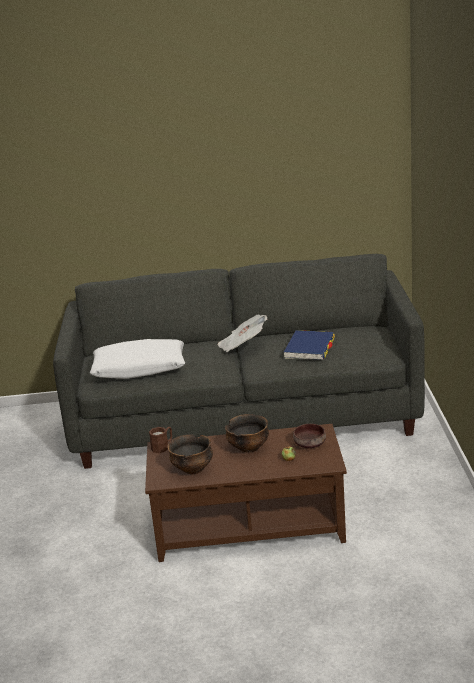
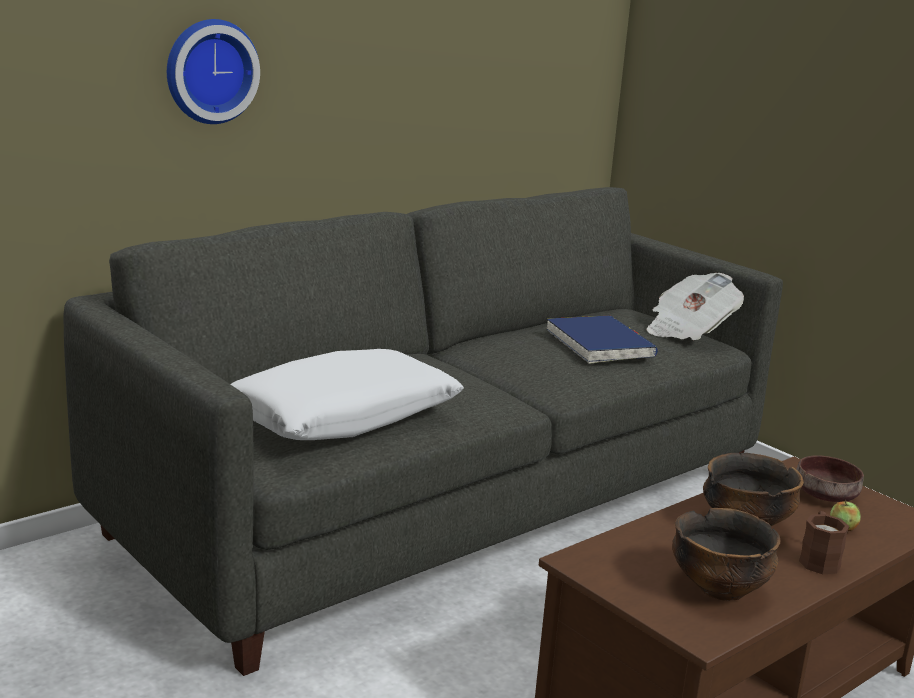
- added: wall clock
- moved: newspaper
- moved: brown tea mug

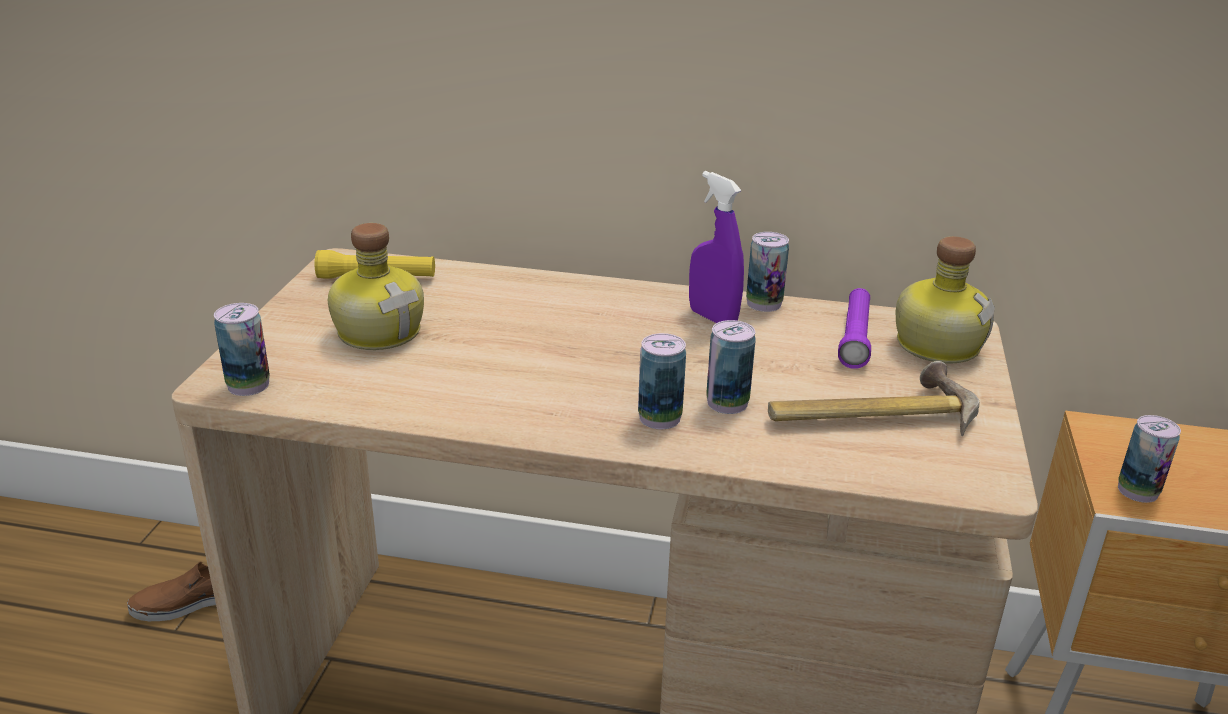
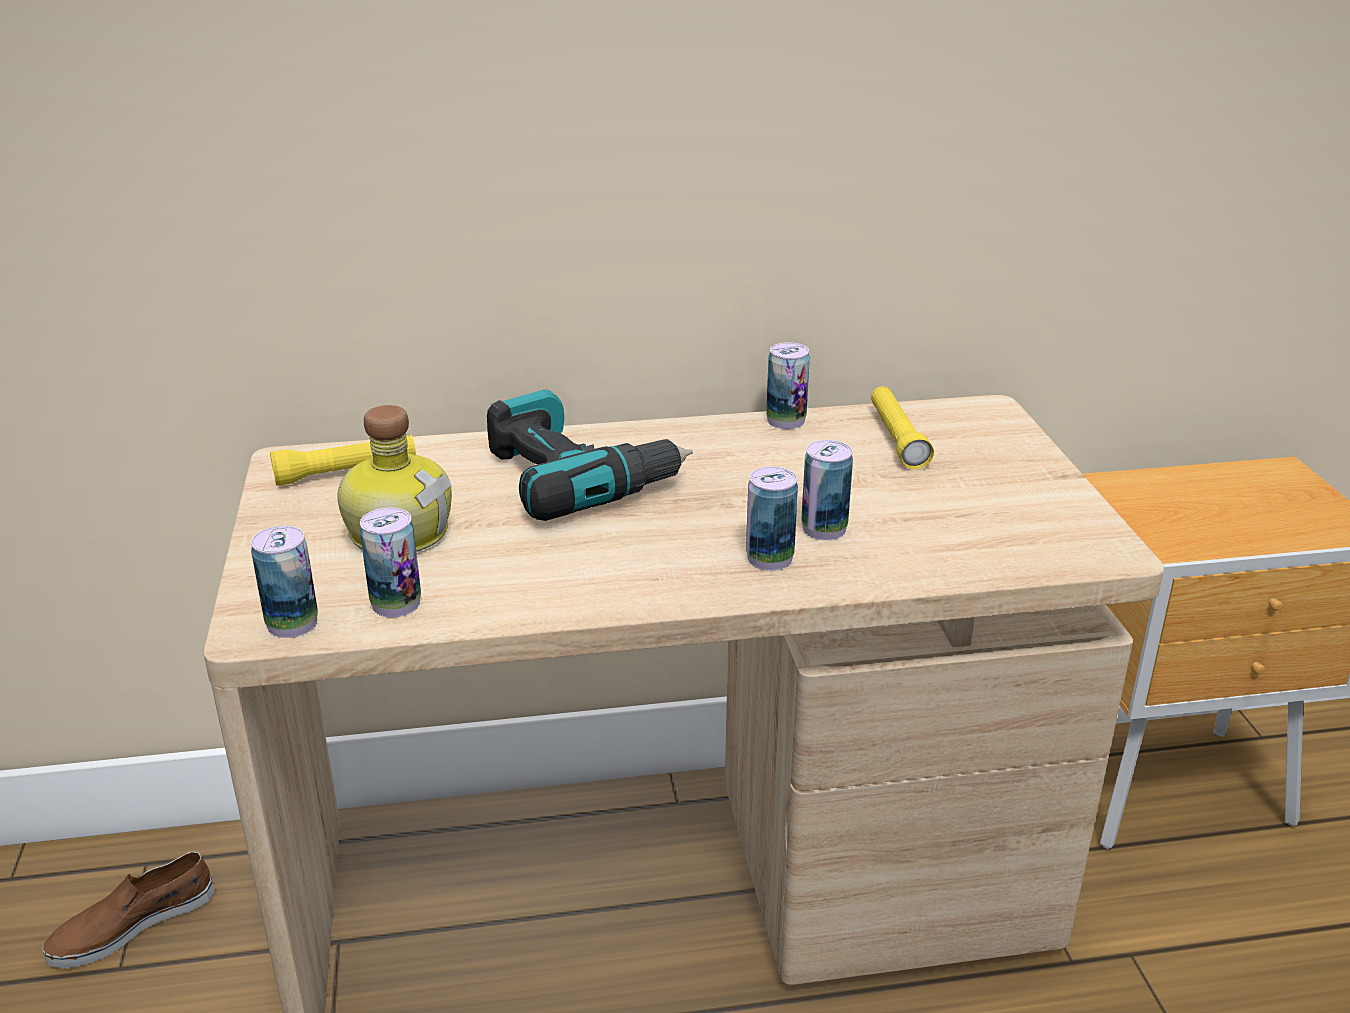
- moved: sealed can (5th from left in the first image) to sealed can (2nd from left)
- added: electric drill
- recoloured: purplish flashlight to yellow flashlight (2nd from left)
- removed: purplish hand sprayer
- removed: tool hammer
- removed: bottle (2nd from left)

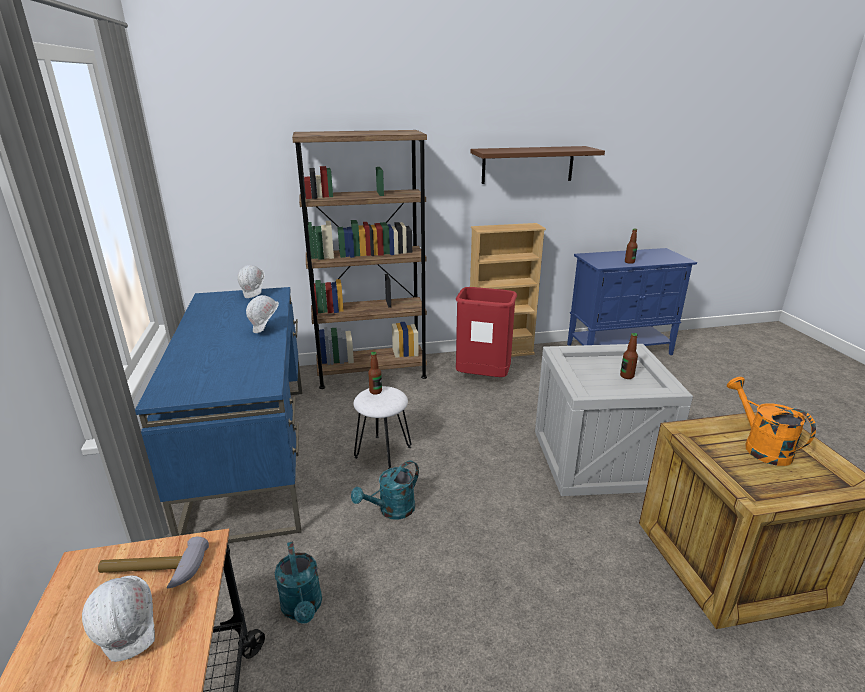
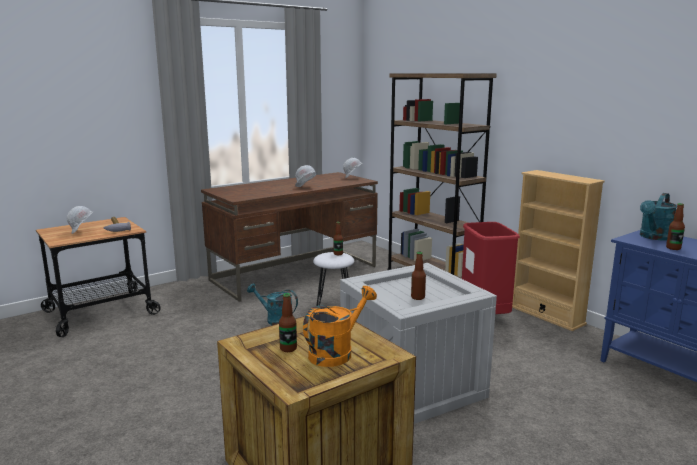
- recoloured: blue-coloured desk to brown desk
- added: bottle (1st from left)
- moved: turquoise-coloured sprinkling can (1st from left in the first image) to turquoise-coloured sprinkling can (2nd from left)
- removed: brown shelf

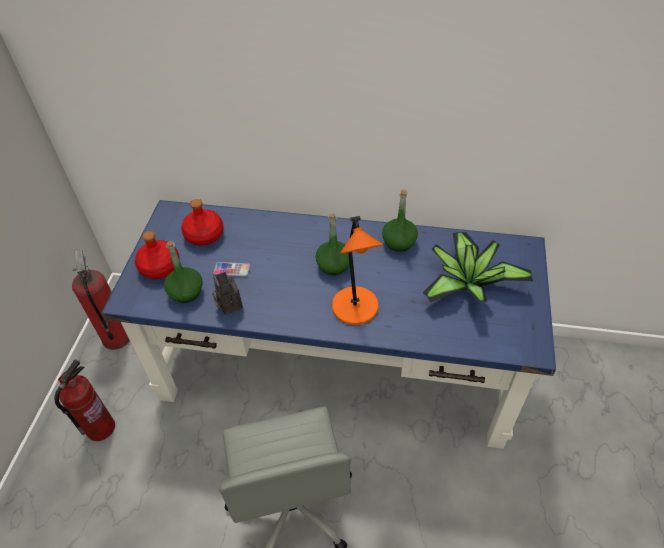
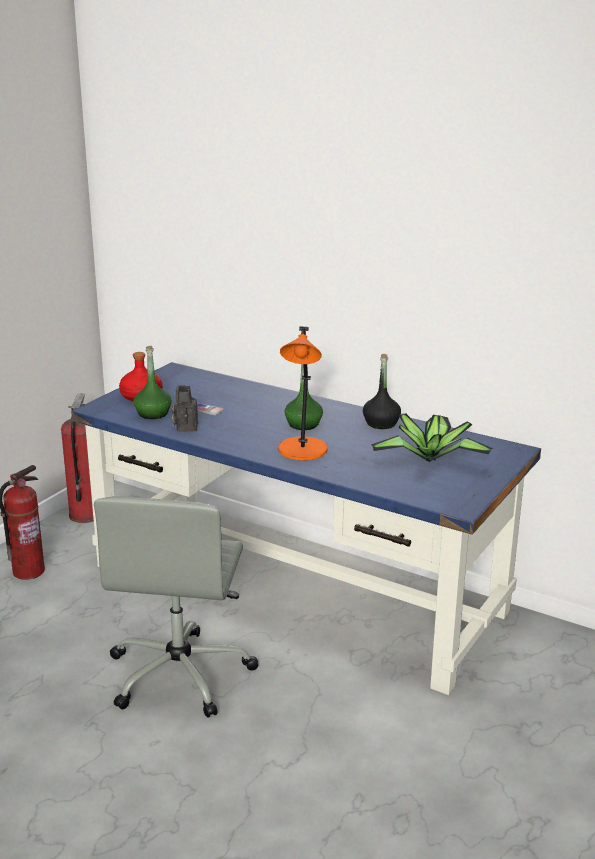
- recoloured: greenish bottle (3rd from left) to blackish bottle
- removed: reddish bottle (2nd from left)

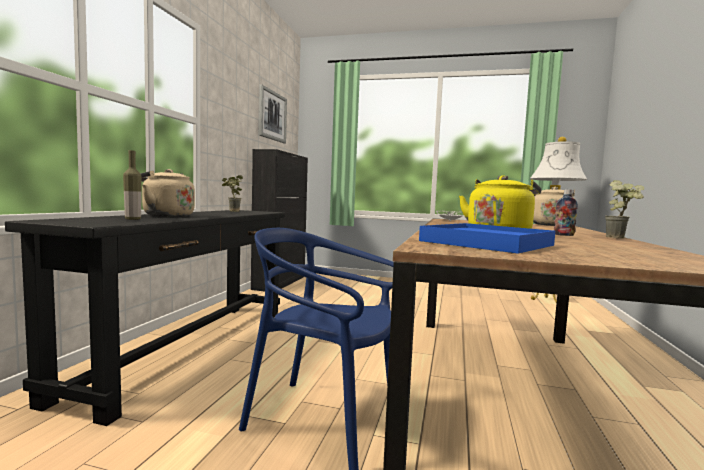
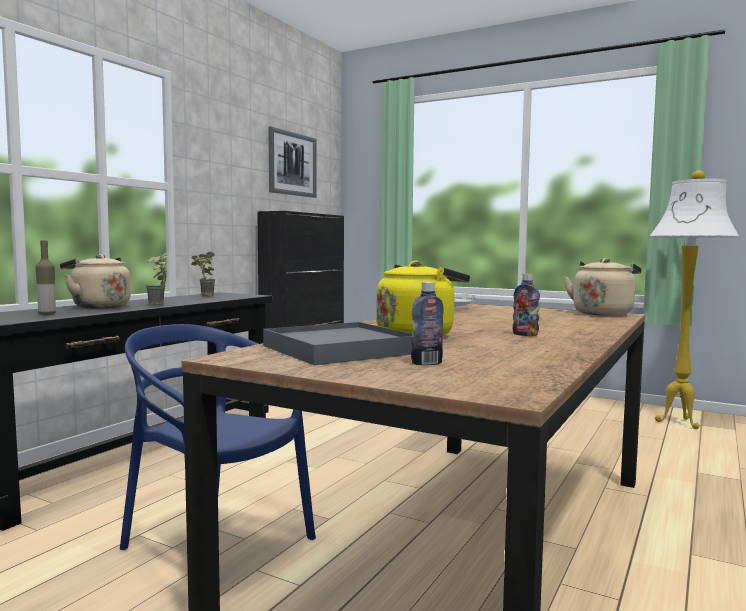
- moved: potted plant (2nd from left in the first image) to potted plant (1st from left)
- recoloured: blue-coloured carrying tray to grey carrying tray
- added: bottle (2nd from left)

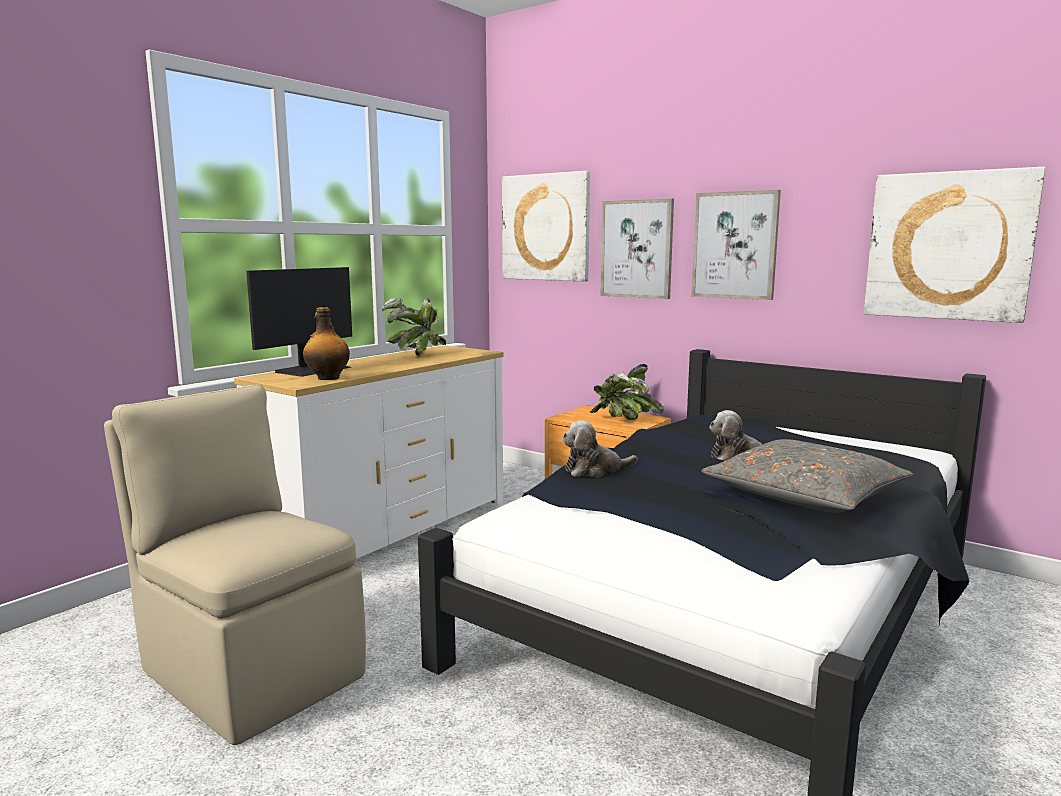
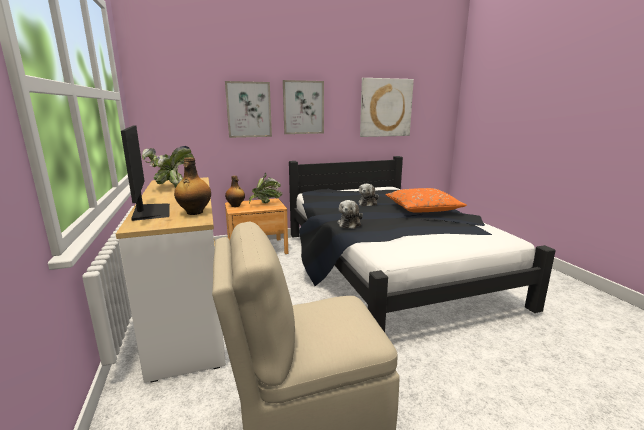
- added: bottle (2nd from left)
- recoloured: grey pillow to orangey pillow
- removed: picture (1st from left)

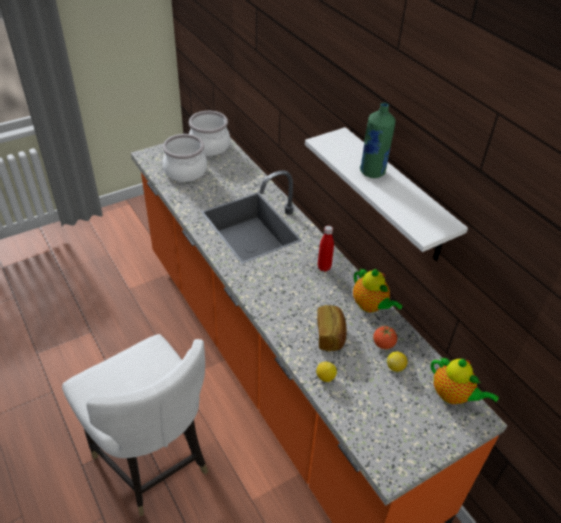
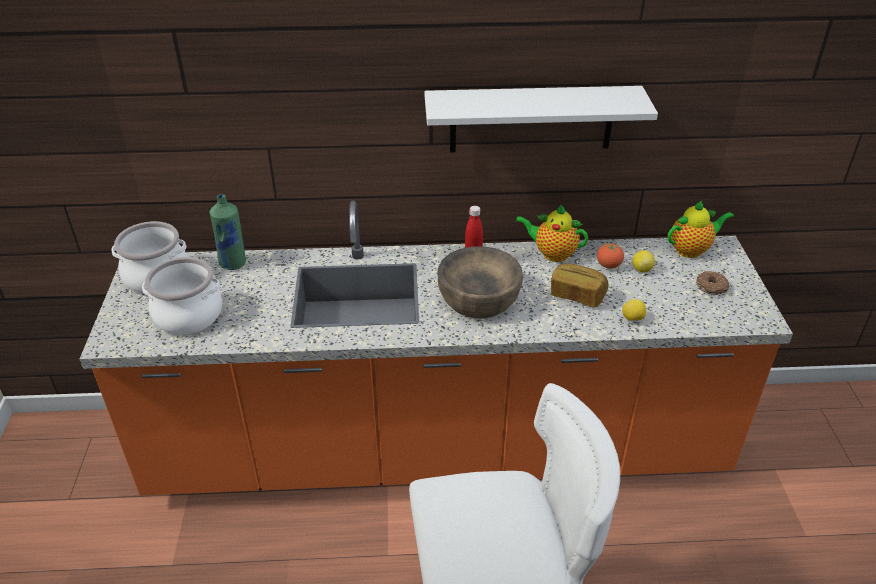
- moved: greenish bottle
- added: brown bowl
- turned: teapot (1st from left) 150 degrees counterclockwise
- added: doughnut

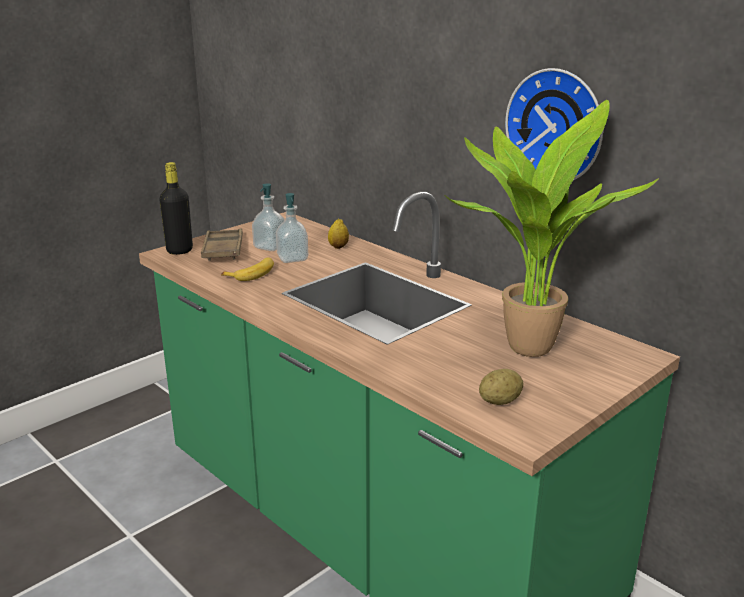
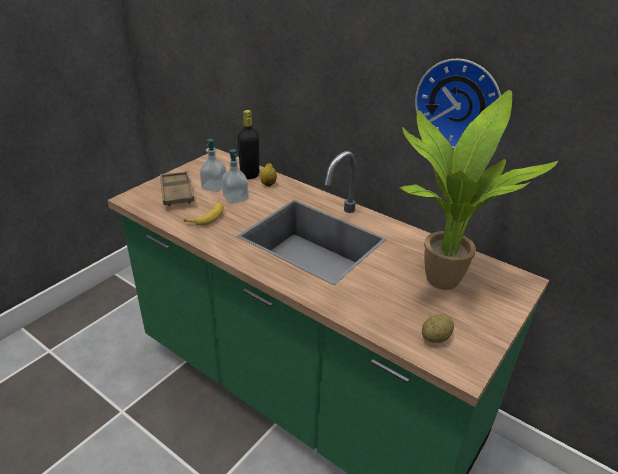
- moved: blackish bottle

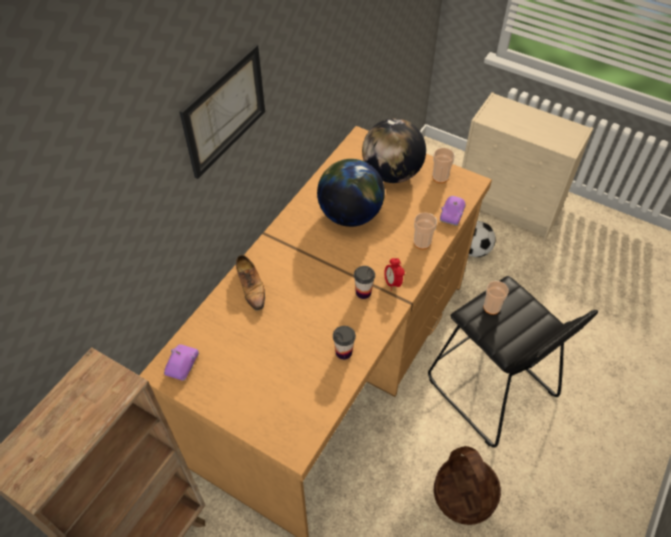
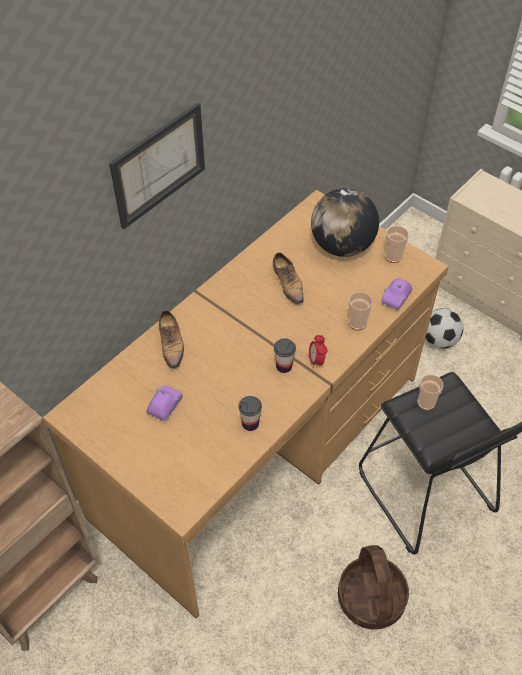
- moved: purplish toy car (1st from left)
- replaced: globe (1st from left) to low shoe (2nd from left)

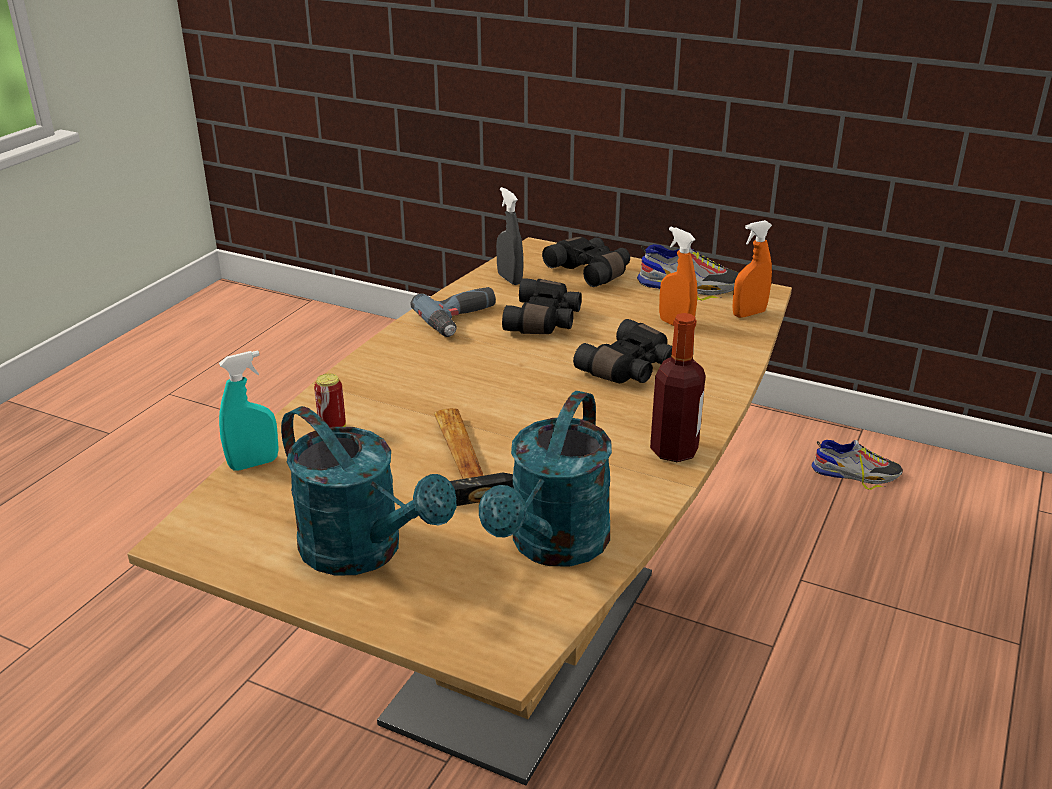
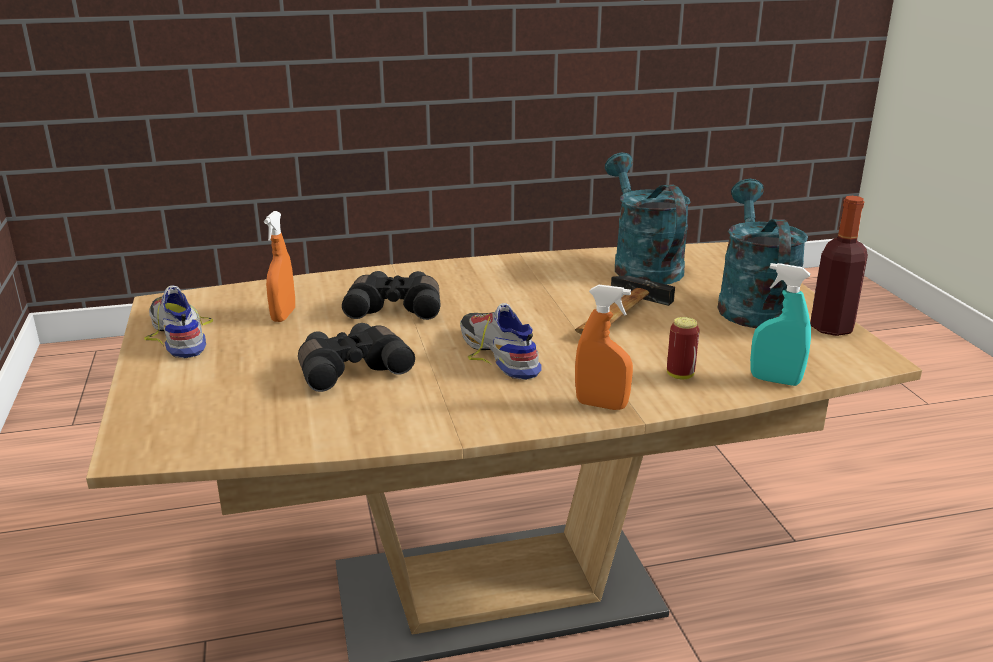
- moved: low shoe (2nd from left)
- moved: orangey hand sprayer (2nd from left)
- turned: turquoise-coloured sprinkling can (2nd from left in the first image) 90 degrees counterclockwise
- moved: bottle
- removed: electric drill
- removed: grey hand sprayer
- removed: blackish field glasses (2nd from left)

